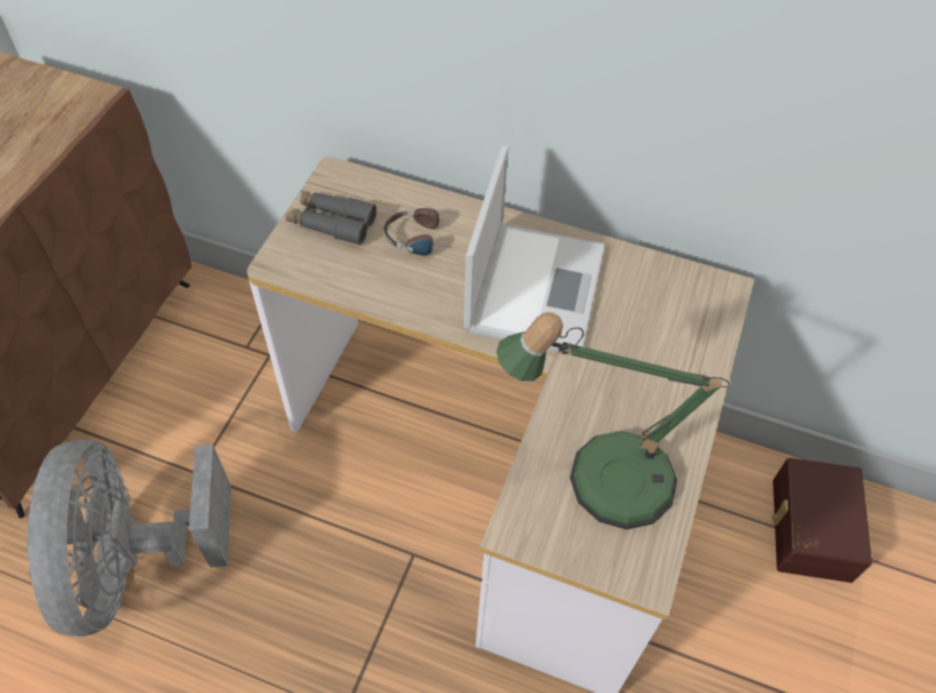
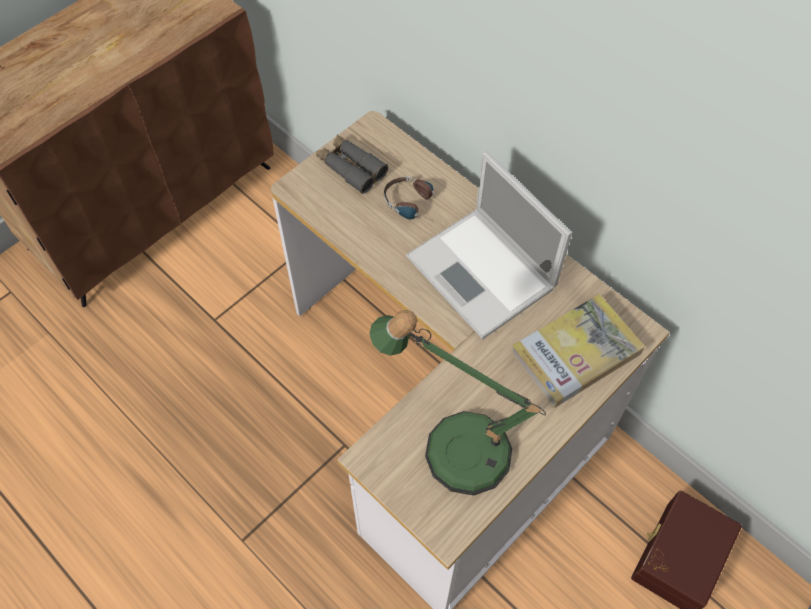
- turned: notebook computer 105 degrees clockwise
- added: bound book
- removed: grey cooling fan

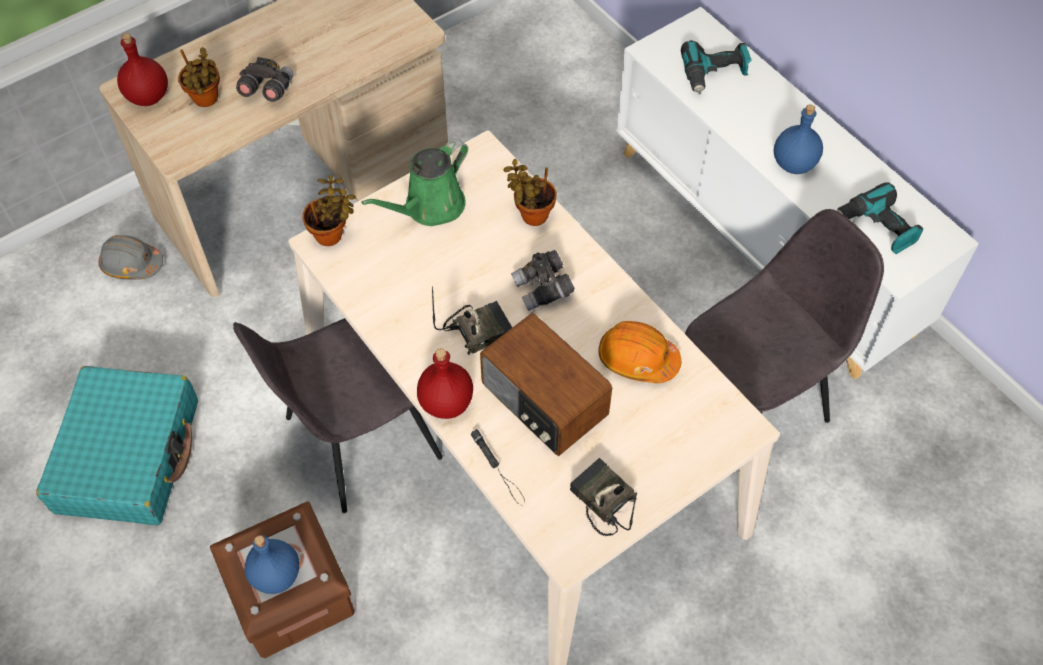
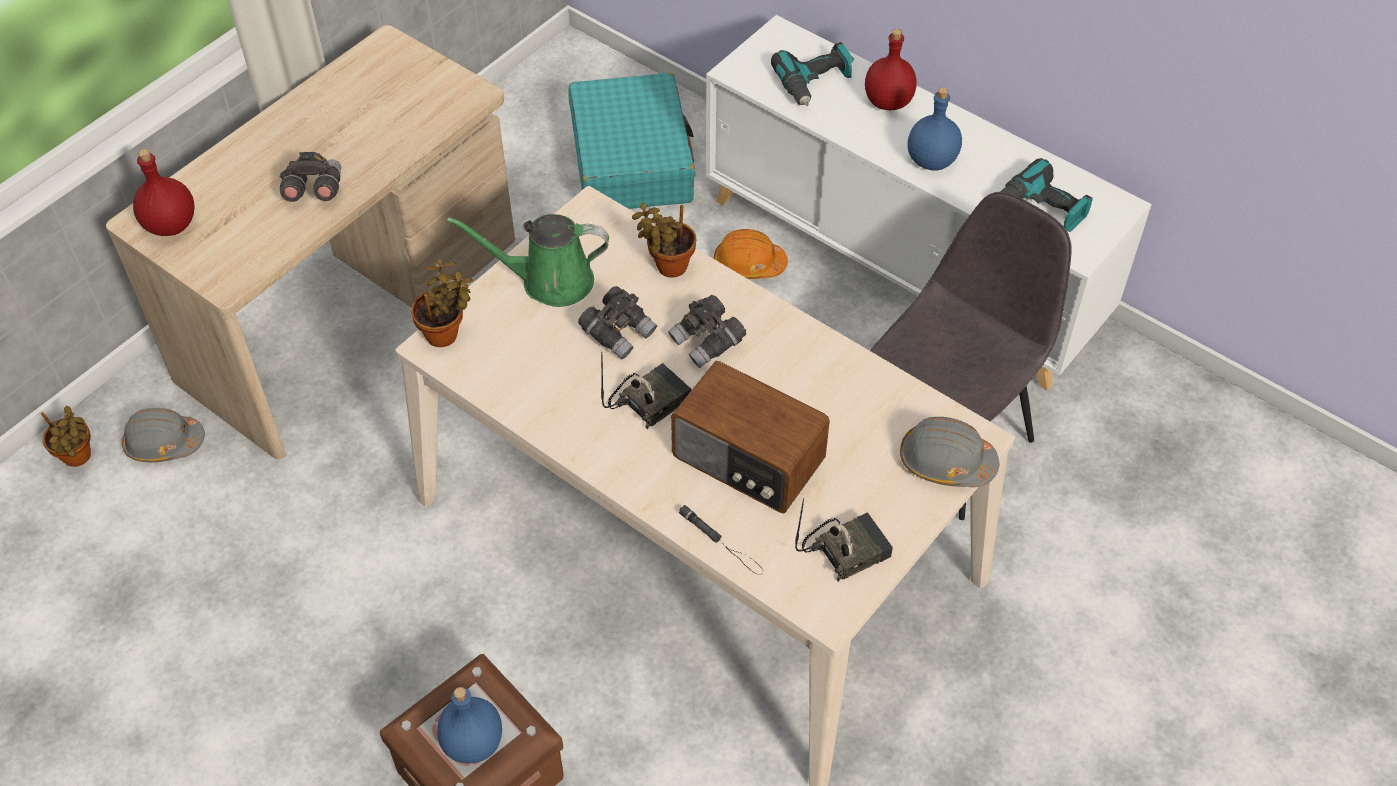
- moved: potted plant (1st from left)
- turned: greenish sprinkling can 60 degrees clockwise
- moved: turquoise-coloured piece of luggage
- added: grey field glasses (2nd from left)
- moved: orangey work helmet
- turned: radio (3rd from left) 120 degrees clockwise
- moved: reddish bottle (2nd from left)
- added: grey work helmet (2nd from left)
- removed: grey chair (1st from left)

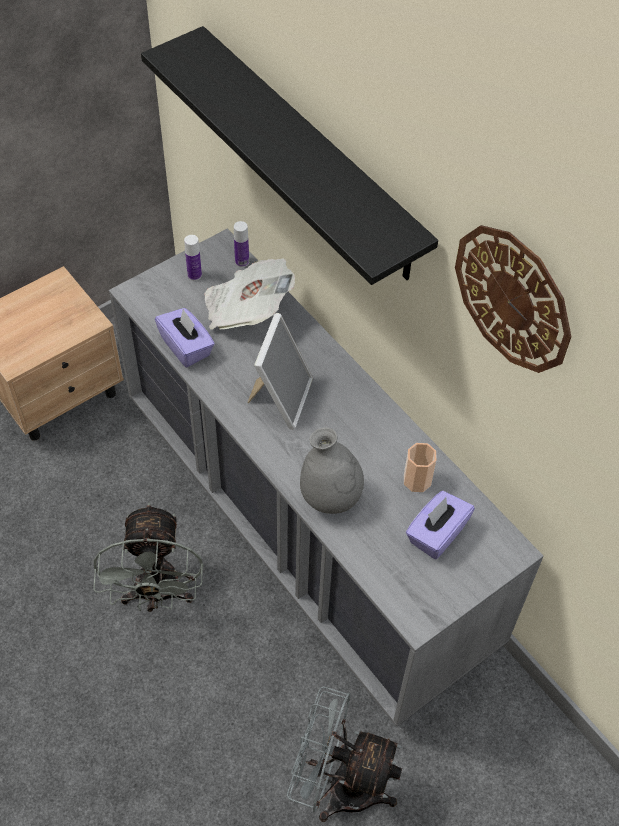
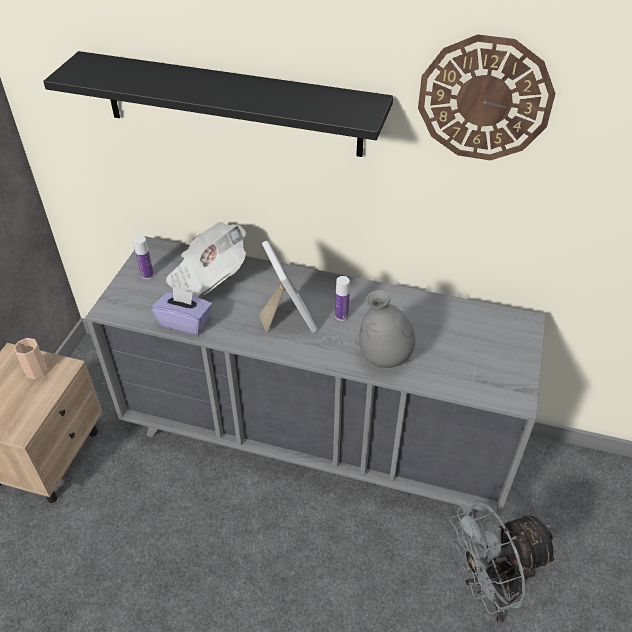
- moved: small cup
- moved: bottle (2nd from left)
- removed: grey cooling fan (1st from left)
- removed: purplish tissue box (2nd from left)

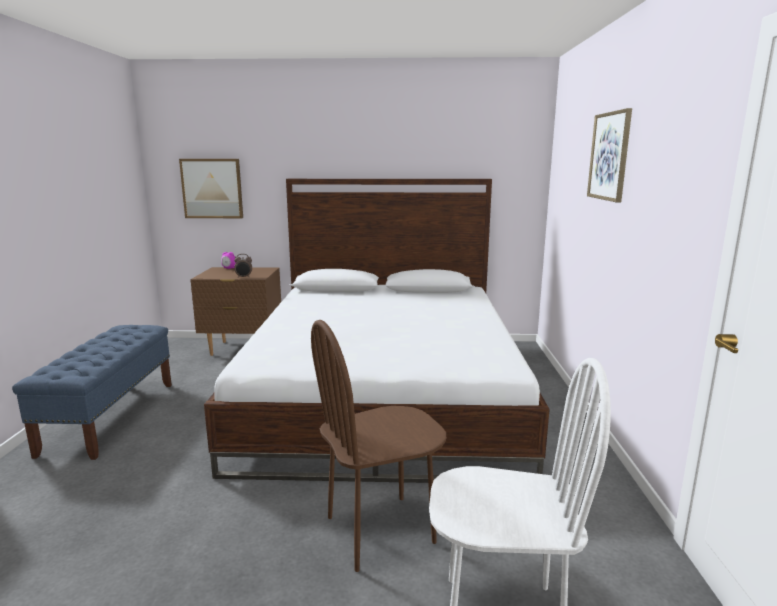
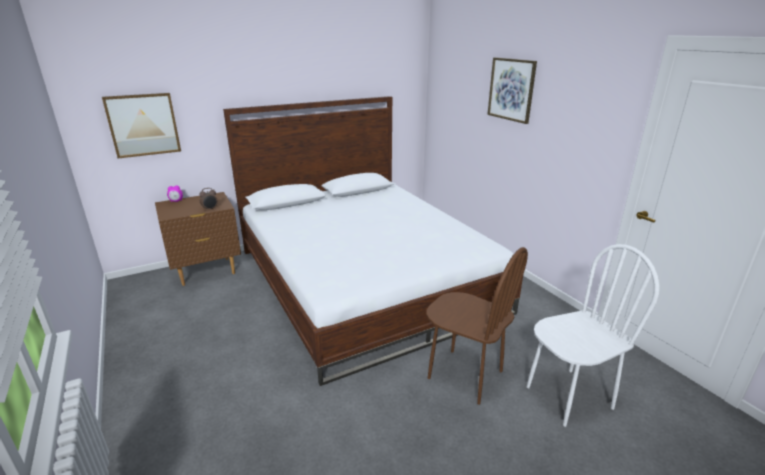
- turned: brown chair 90 degrees counterclockwise
- removed: blue-coloured bench

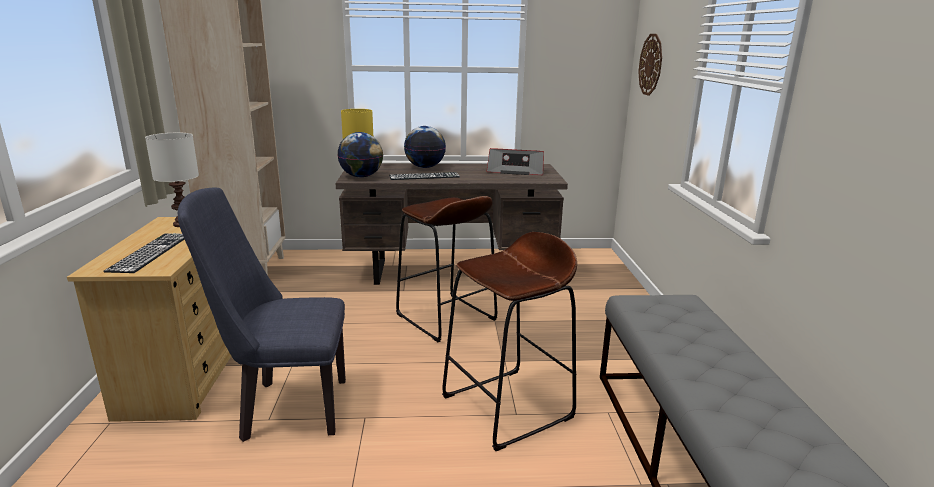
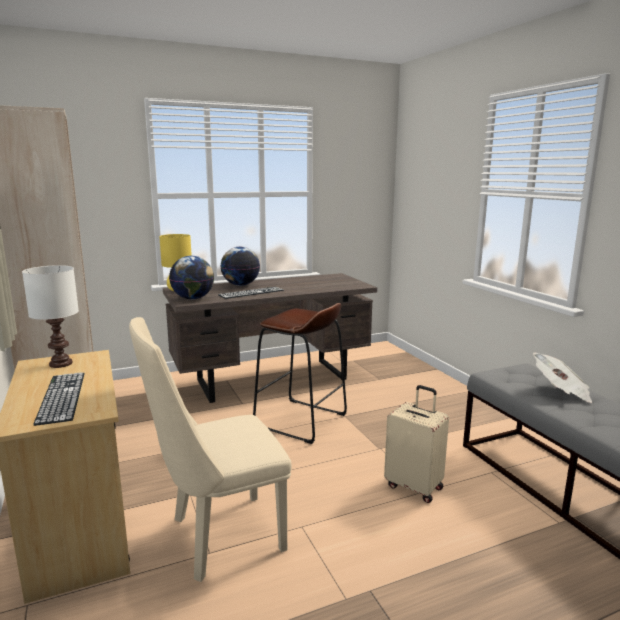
- recoloured: blue-coloured chair to beige chair
- replaced: brown stool seat (2nd from left) to beige piece of luggage
- added: newspaper
- removed: radio
- removed: wall clock

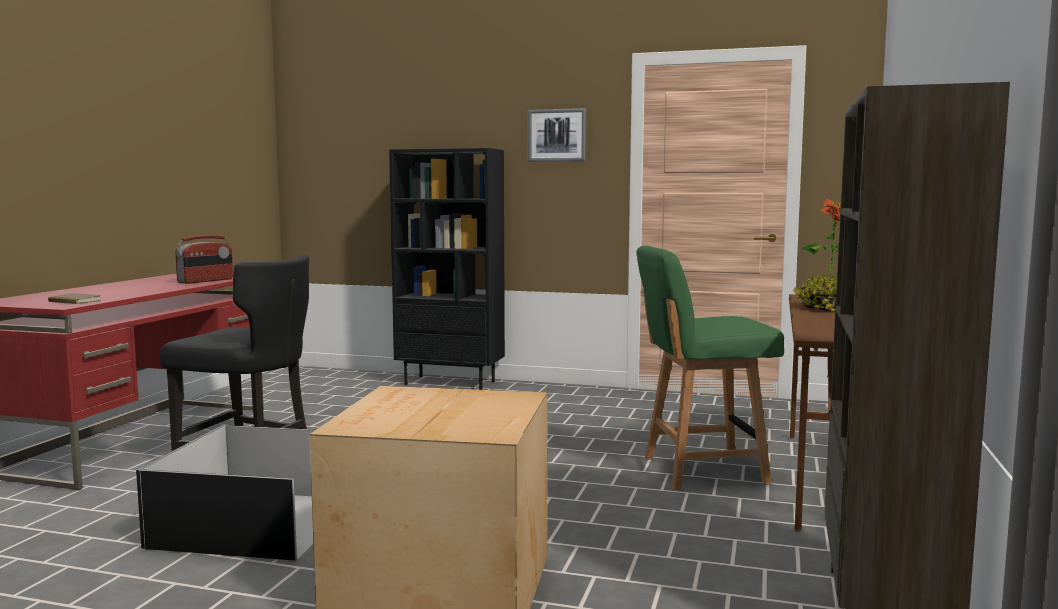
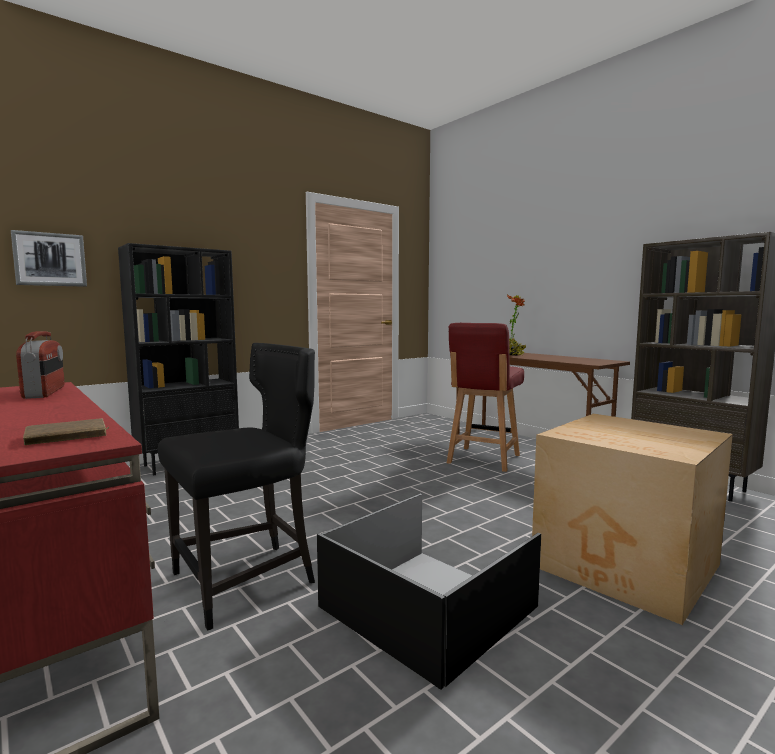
- moved: picture
- recoloured: greenish chair to reddish chair

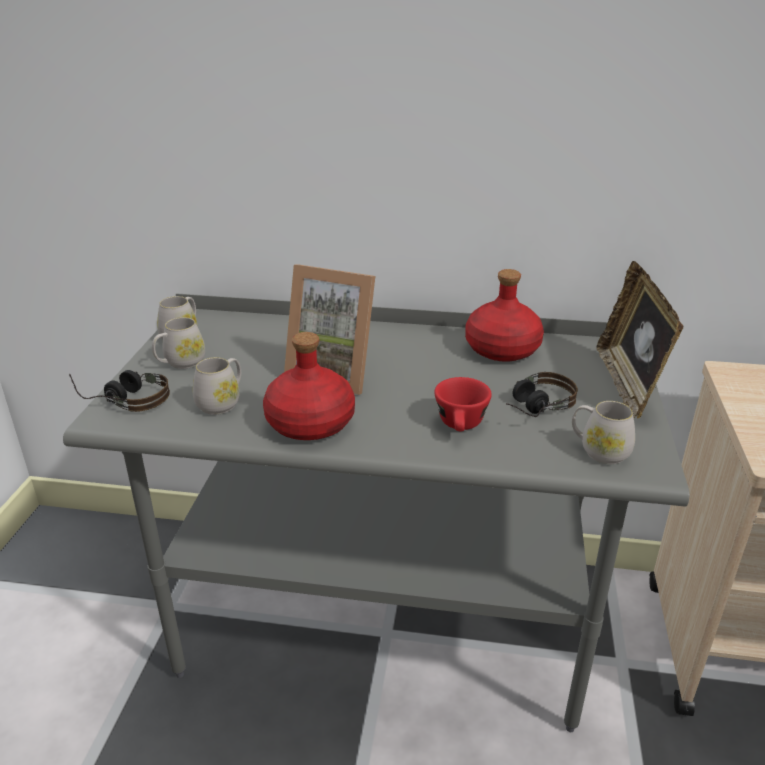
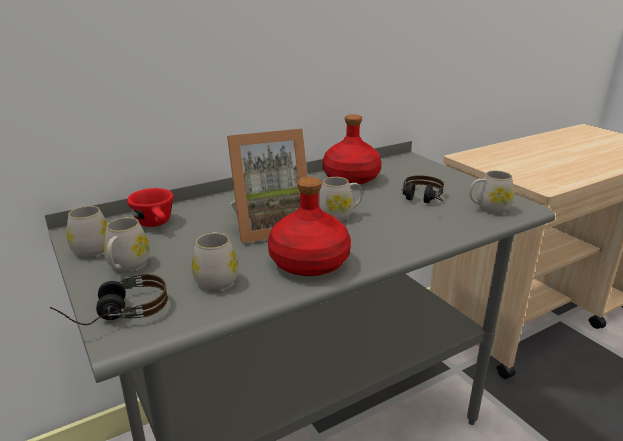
- moved: reddish small cup
- added: whitish tea mug (4th from left)
- removed: photo frame (2nd from left)

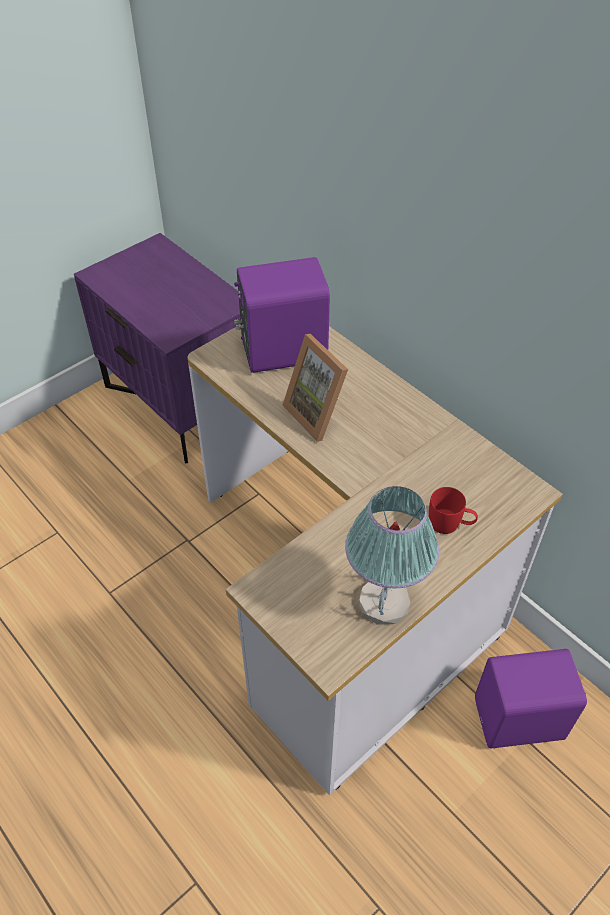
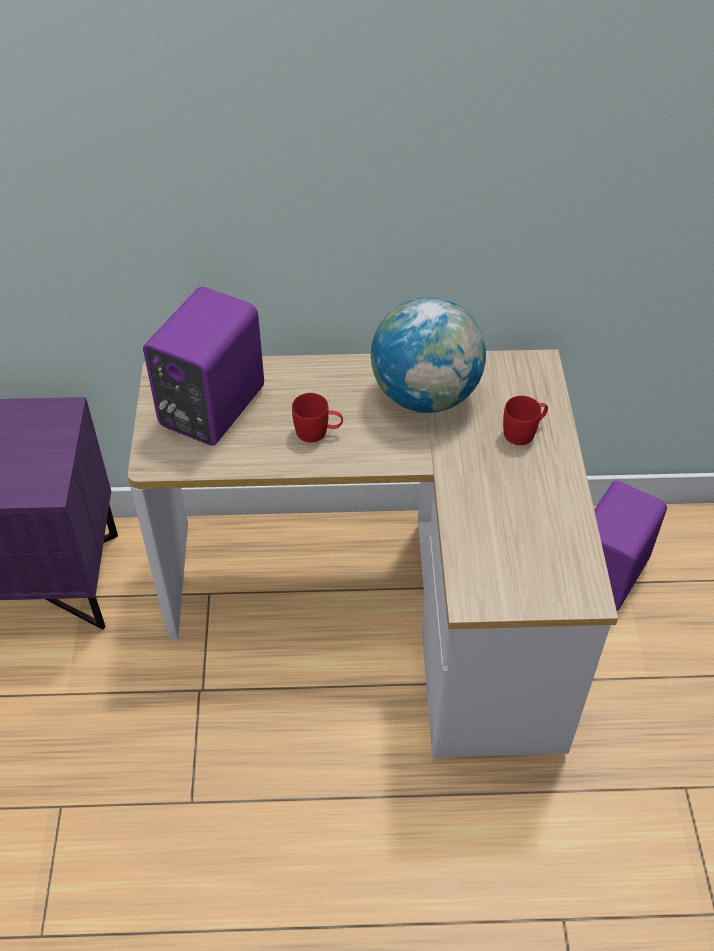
- replaced: photo frame to reddish tea mug (1st from left)
- added: globe
- removed: table lamp

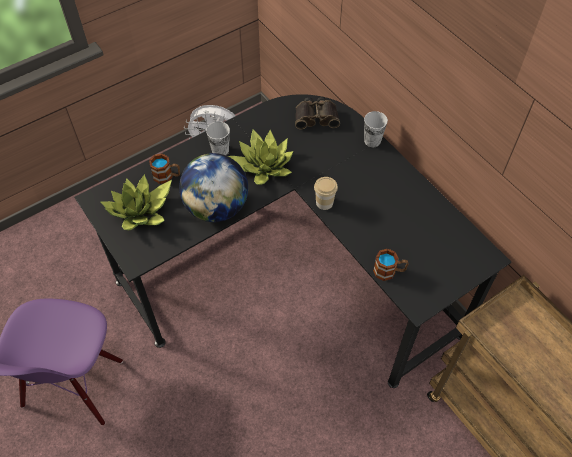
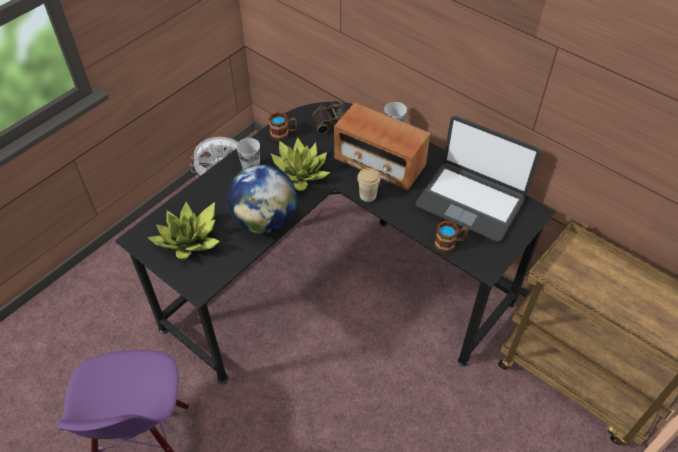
- moved: tea mug (1st from left)
- added: radio
- added: notebook computer

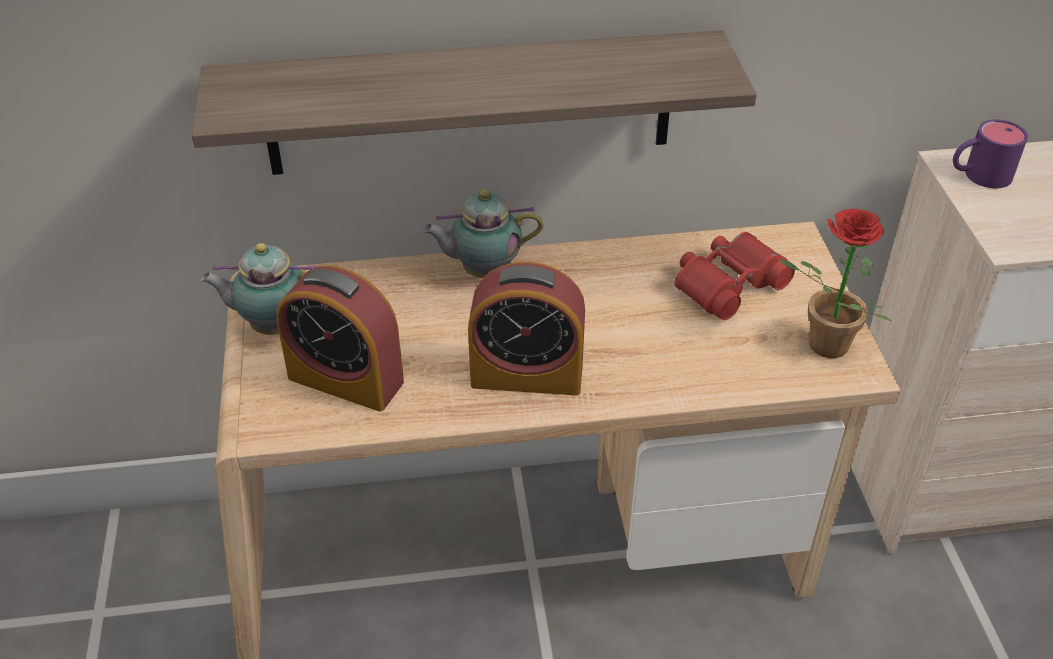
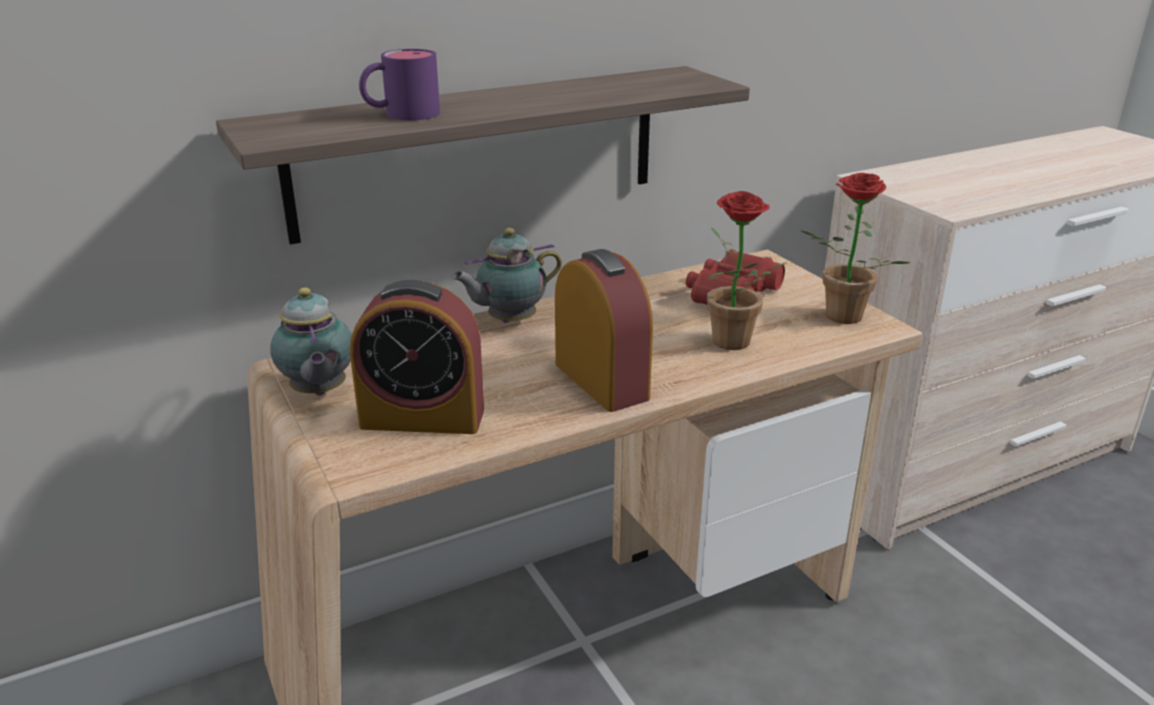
- turned: teapot (1st from left) 90 degrees counterclockwise
- moved: purplish tea mug
- turned: table clock (2nd from left) 105 degrees counterclockwise
- added: potted plant (1st from left)

